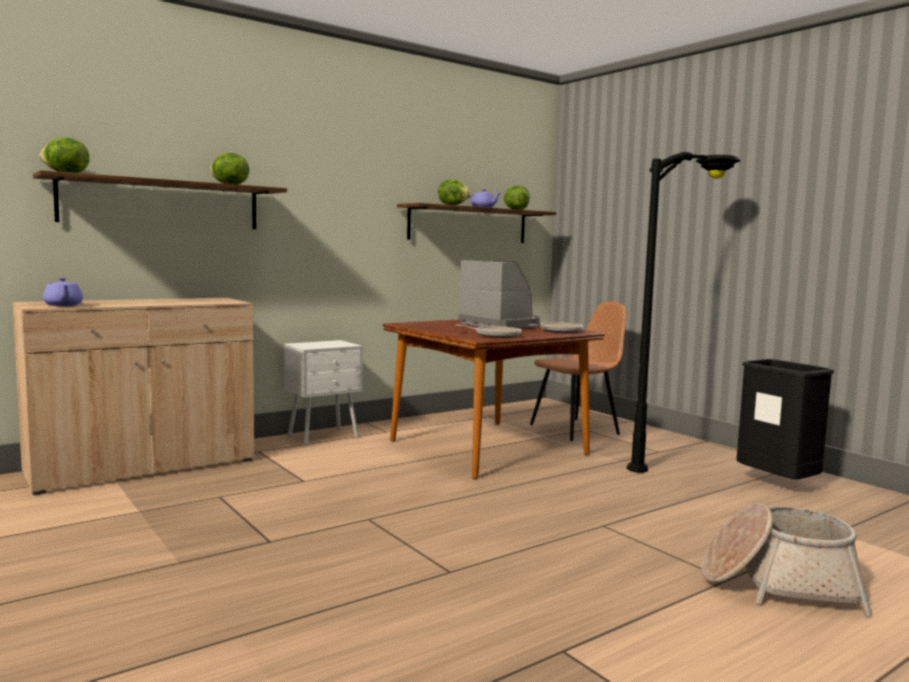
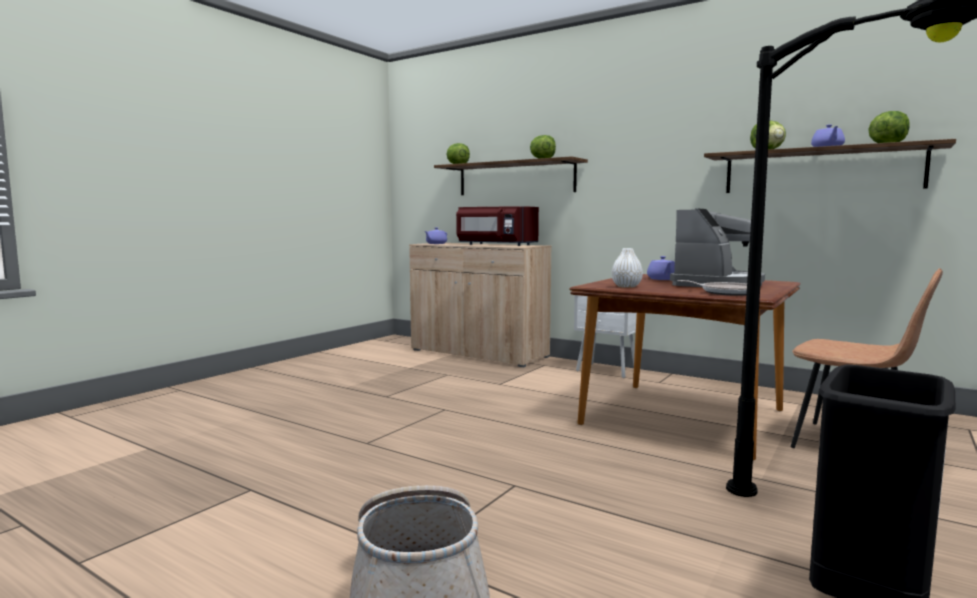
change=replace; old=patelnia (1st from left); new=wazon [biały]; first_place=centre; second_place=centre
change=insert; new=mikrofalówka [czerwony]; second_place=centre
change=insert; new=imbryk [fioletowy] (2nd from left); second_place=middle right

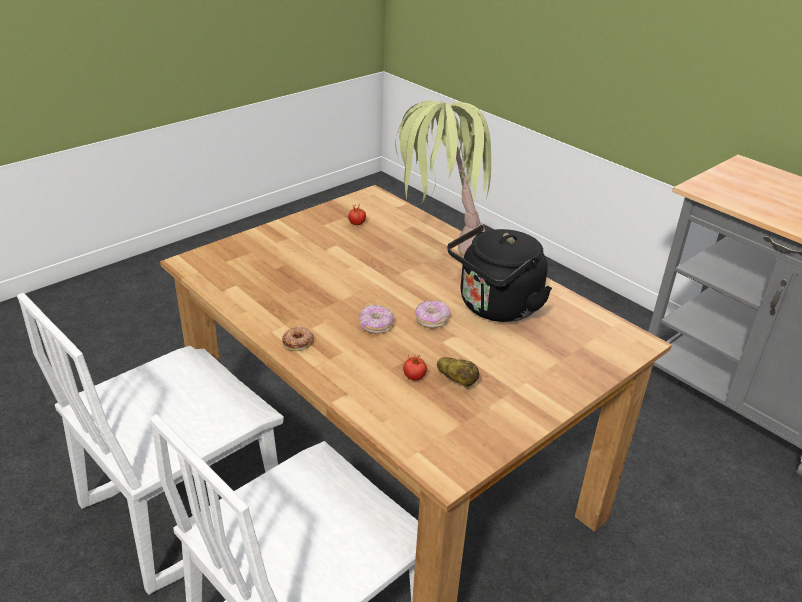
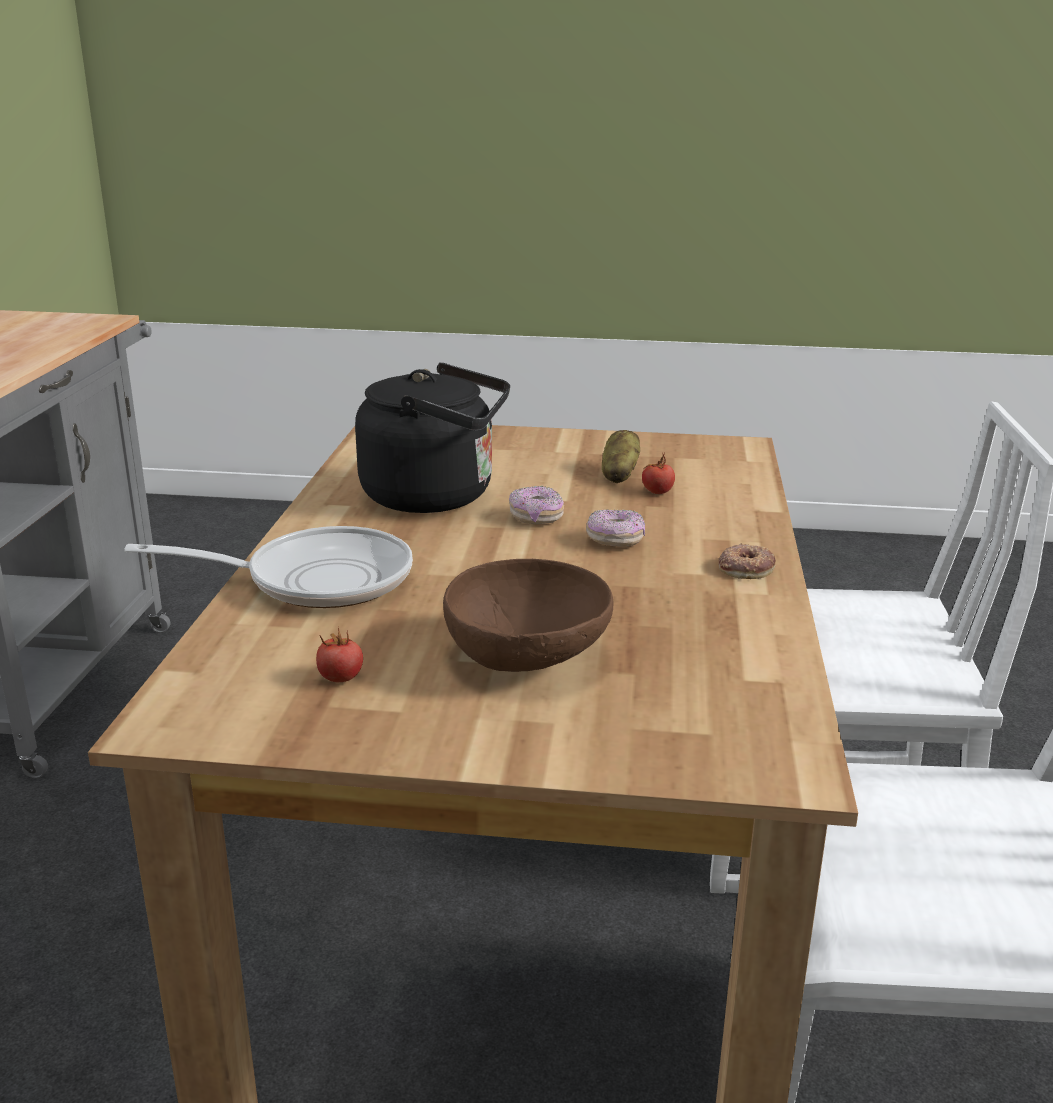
change=replace; old=roślina doniczkowa; new=patelnia; first_place=top centre; second_place=middle left
change=insert; new=miska [brązowy]; second_place=centre

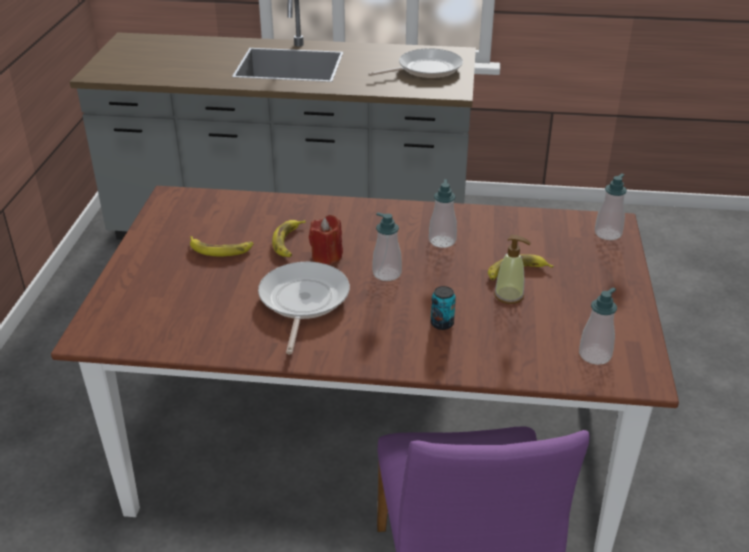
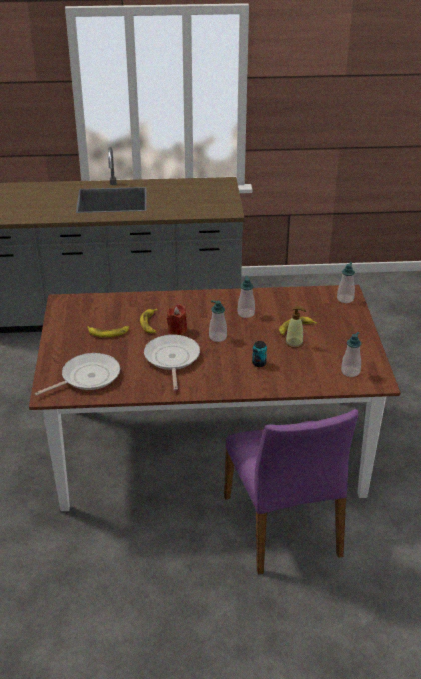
change=move; old=patelnia (2nd from left in the first image); new=patelnia (1st from left); first_place=top centre; second_place=middle left

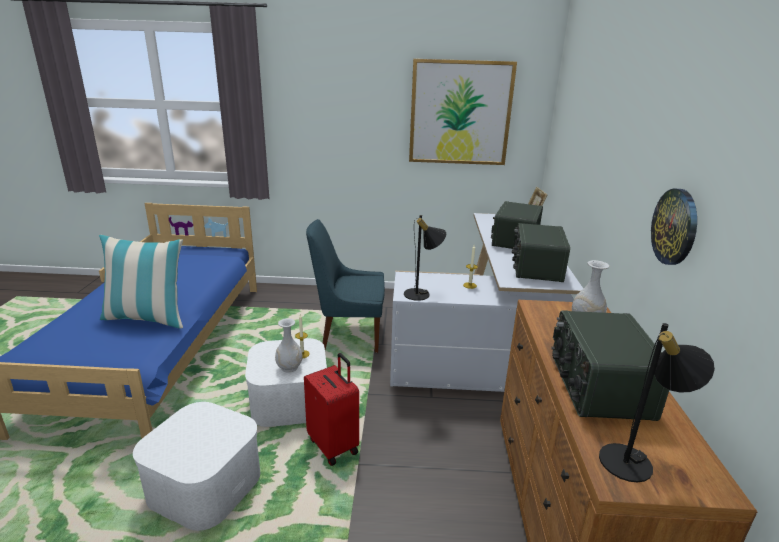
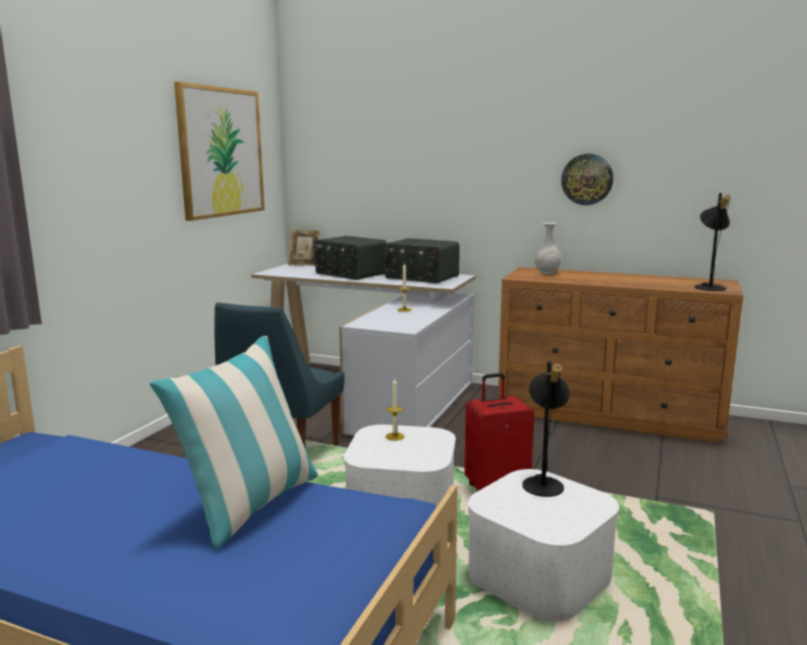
change=move; old=lampa stołowa [czarny] (1st from left); first_place=centre; second_place=middle right
change=delete; old=radio (3rd from left); first_place=bottom right
change=delete; old=wazon [biały] (1st from left); first_place=centre

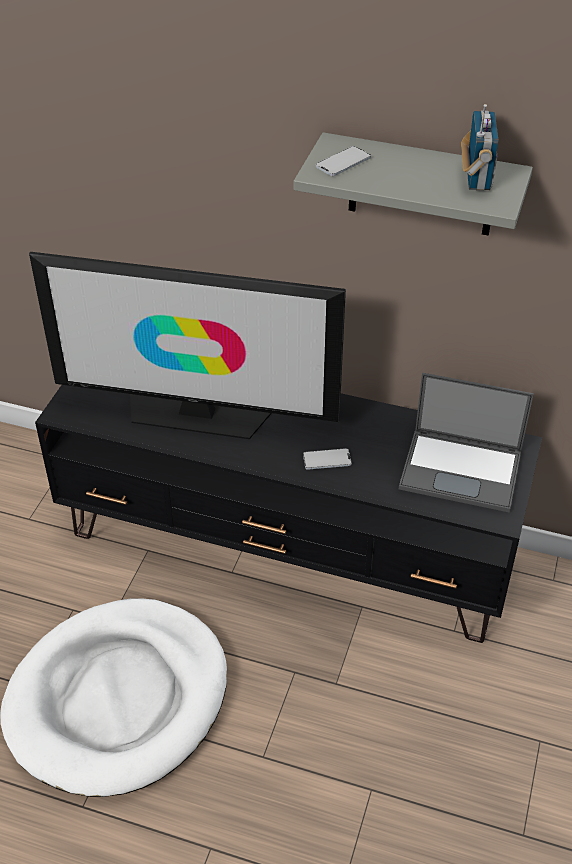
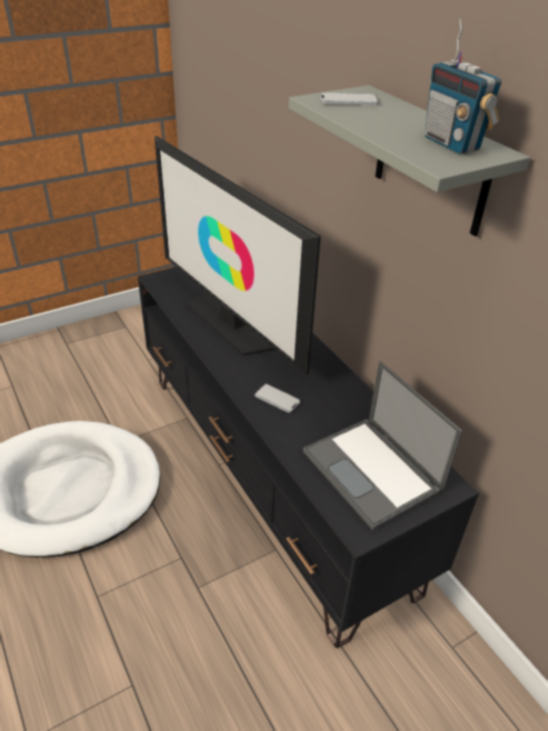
change=rotate; old=radio; first_place=top right; second_place=top right; degrees=105

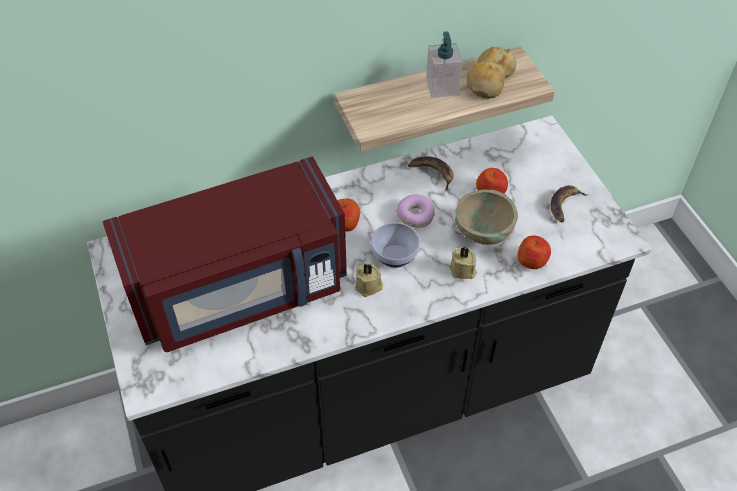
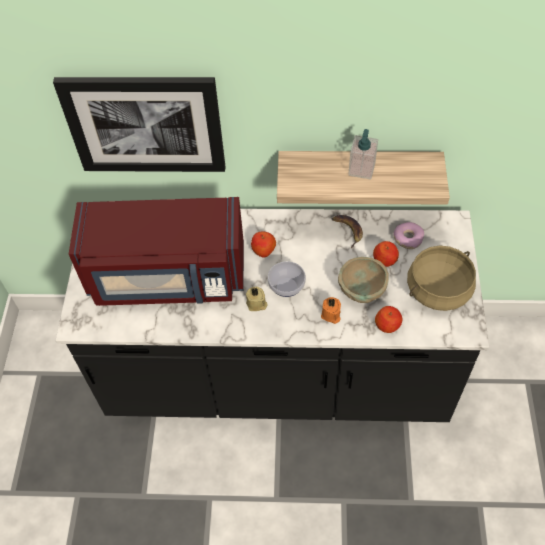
change=delete; old=chleb; first_place=top centre
change=replace; old=banan (2nd from left); new=garnek [beżowy]; first_place=middle right; second_place=middle right
change=move; old=donut; first_place=centre; second_place=middle right
change=recolor; old=świeca [beżowy] (2nd from left); new=świeca [pomarańczowy]; first_place=centre; second_place=centre
change=insert; new=obraz; second_place=top left

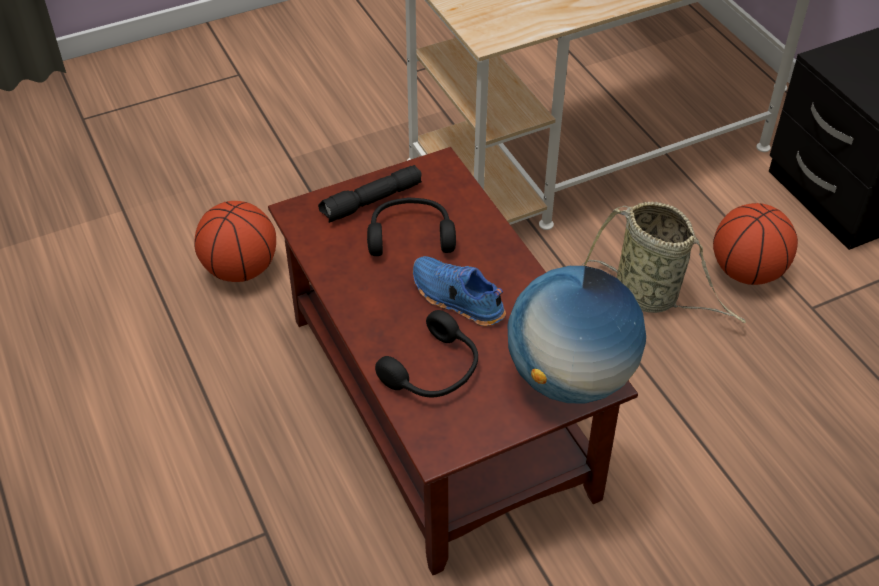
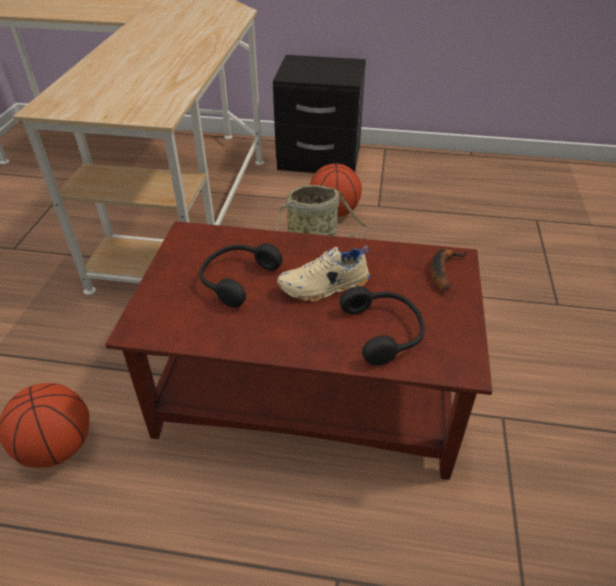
change=delete; old=latarka [czarny]; first_place=top centre
change=recolor; old=but [niebieski]; new=but [beżowy]; first_place=centre; second_place=centre
change=replace; old=globus; new=banan; first_place=centre; second_place=middle right

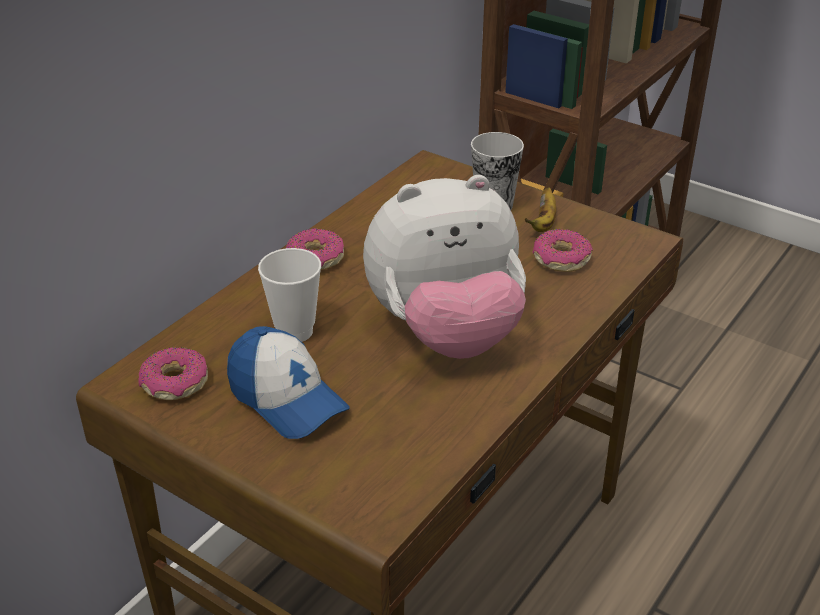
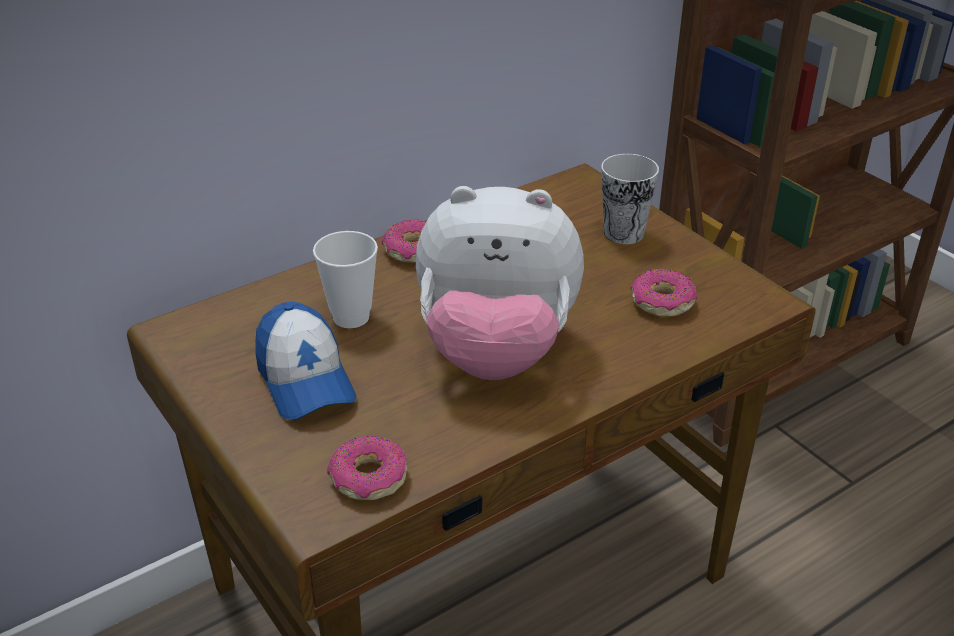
change=delete; old=banan; first_place=centre
change=move; old=donut (1st from left); first_place=middle left; second_place=bottom centre

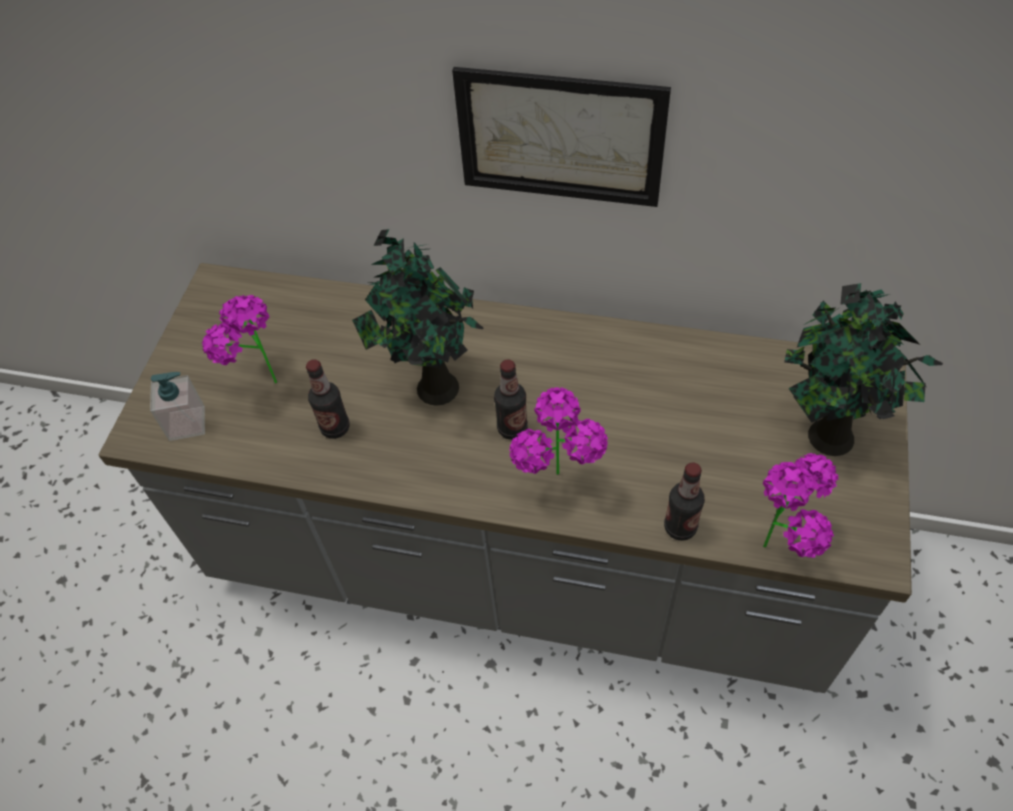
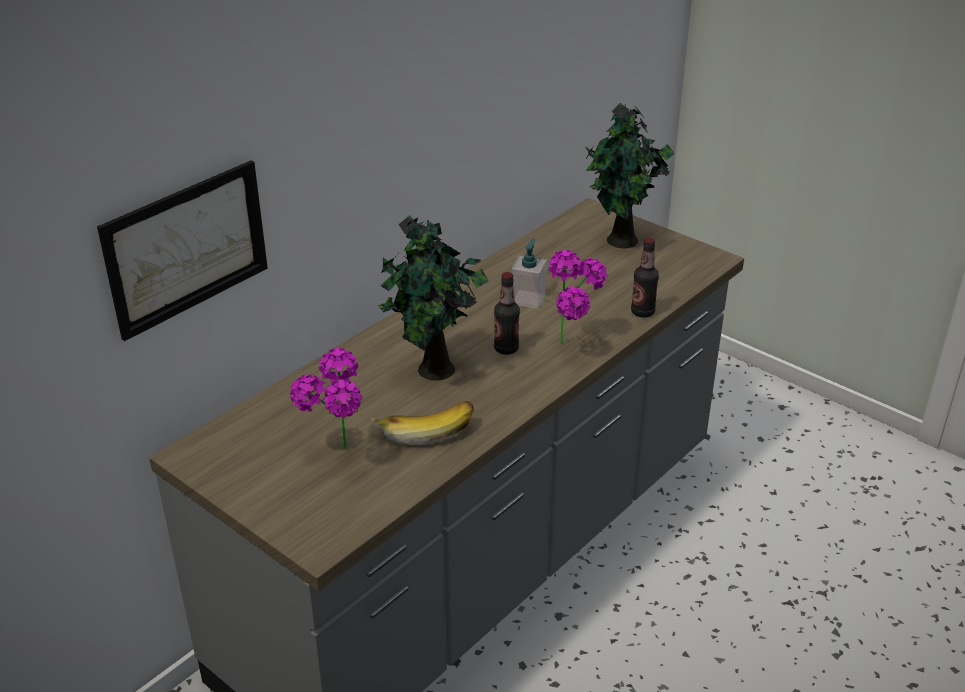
change=move; old=obraz; first_place=top centre; second_place=middle left
change=replace; old=butelka (1st from left); new=banan; first_place=middle left; second_place=centre
change=move; old=dozownik mydła; first_place=middle left; second_place=centre
change=delete; old=roślina doniczkowa (4th from left); first_place=middle right

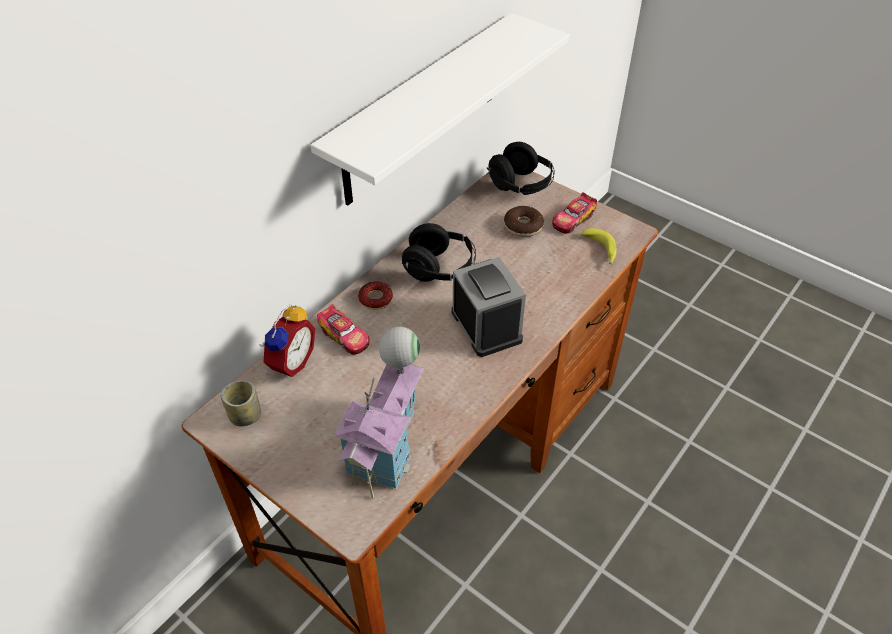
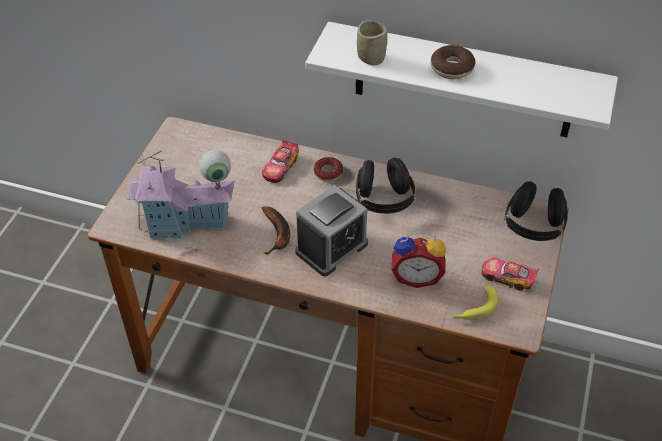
change=move; old=donut (2nd from left); first_place=centre; second_place=top right
change=move; old=budzik (1st from left in the first image); new=budzik (2nd from left); first_place=middle left; second_place=centre
change=move; old=filiżanka; first_place=middle left; second_place=top centre
change=insert; new=banan (1st from left); second_place=centre

